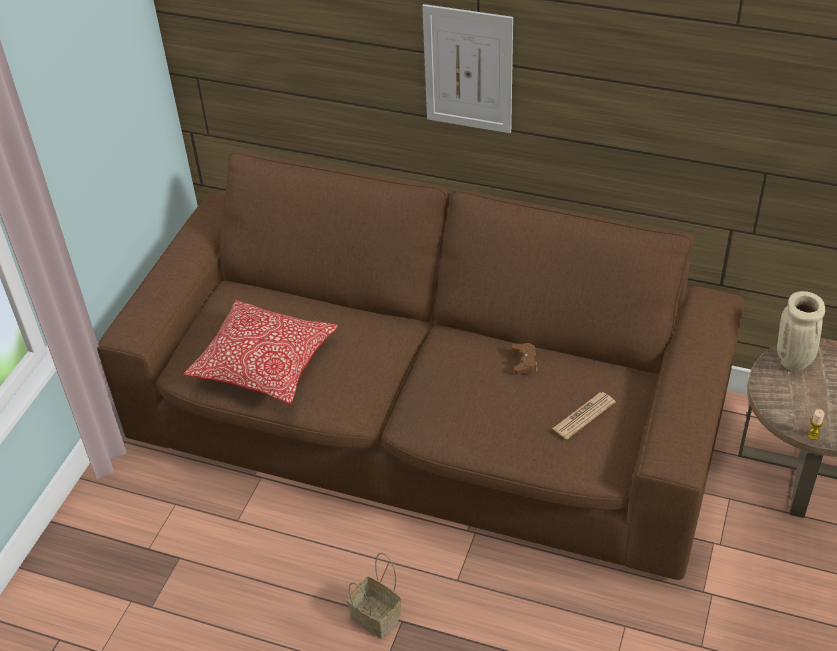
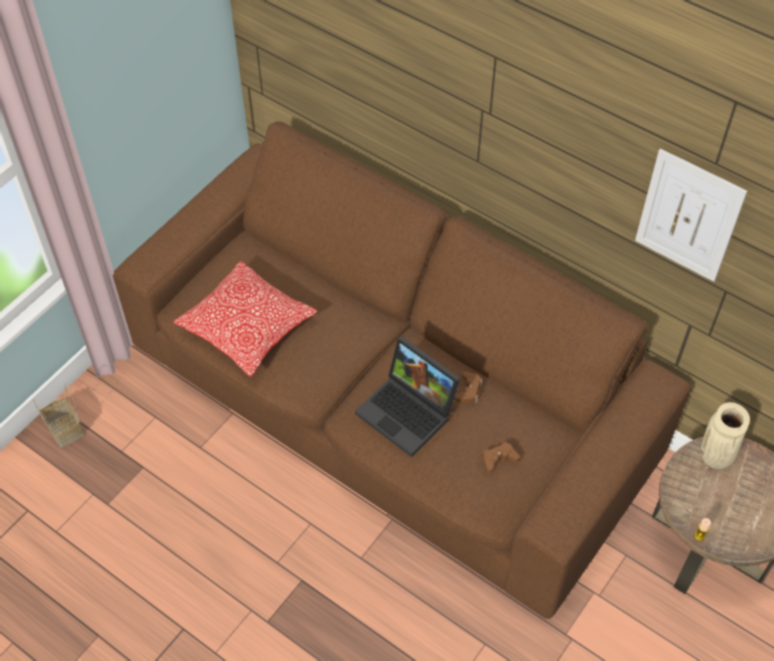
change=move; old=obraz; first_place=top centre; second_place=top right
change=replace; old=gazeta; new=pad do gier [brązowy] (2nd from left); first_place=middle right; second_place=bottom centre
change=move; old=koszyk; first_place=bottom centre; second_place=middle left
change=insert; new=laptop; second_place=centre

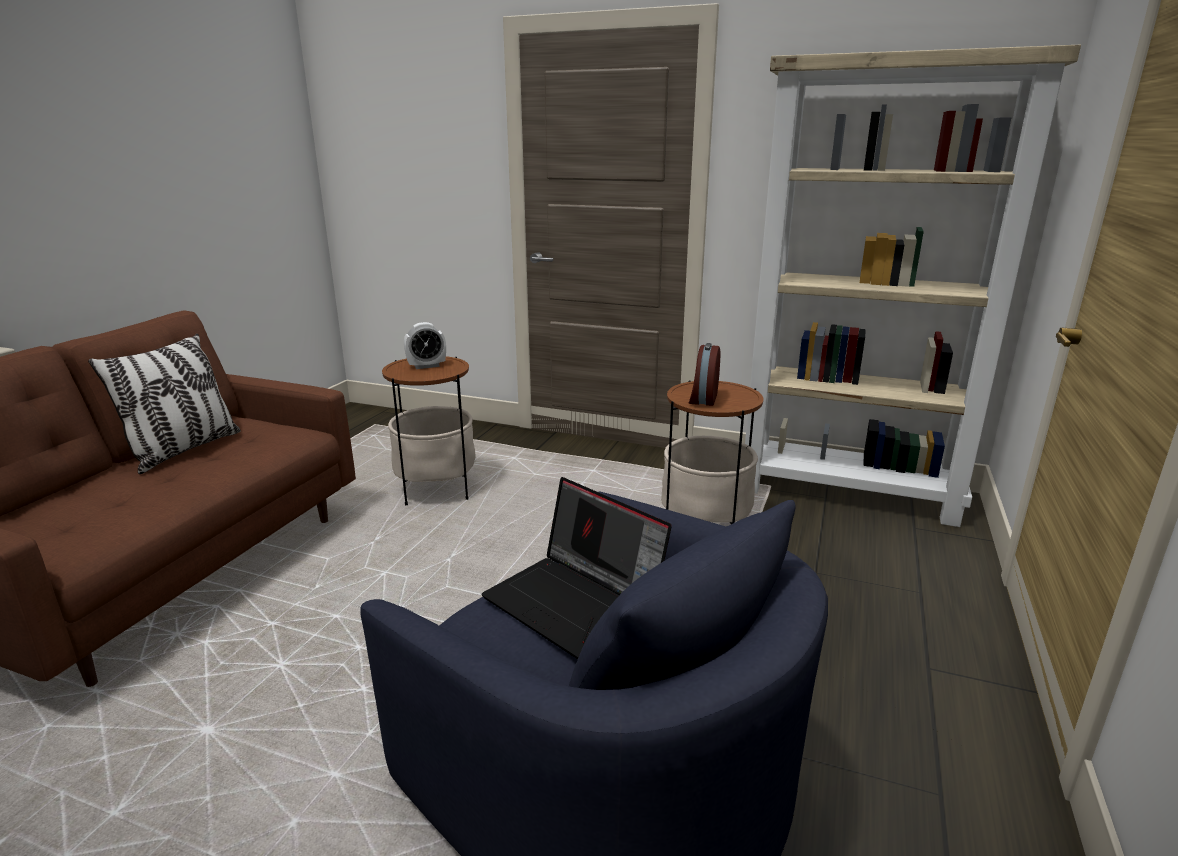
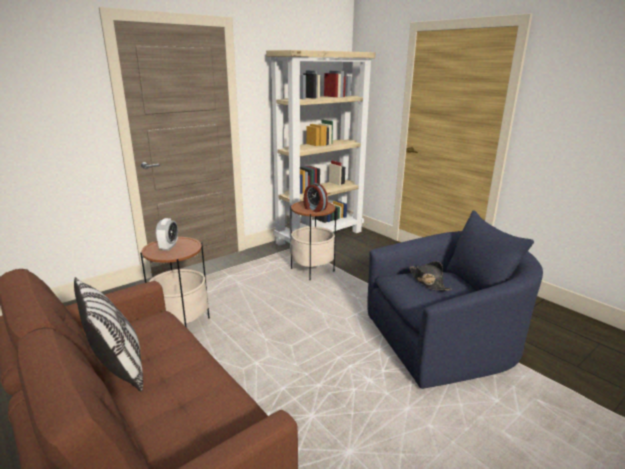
change=replace; old=laptop; new=kapelusz [czarny]; first_place=centre; second_place=middle right

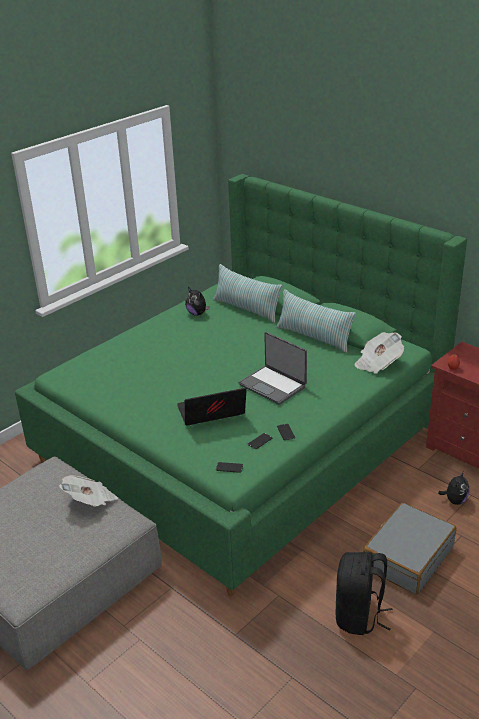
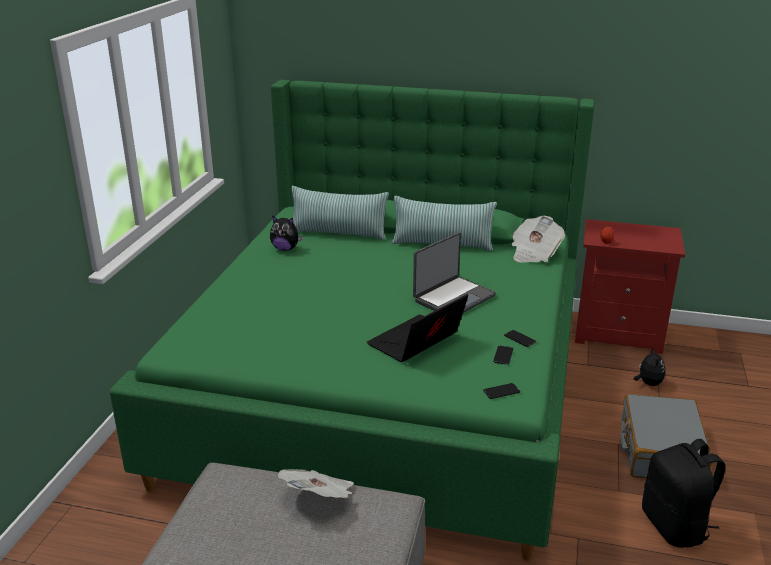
change=rotate; old=laptop (2nd from left); first_place=centre; second_place=centre; degrees=-60

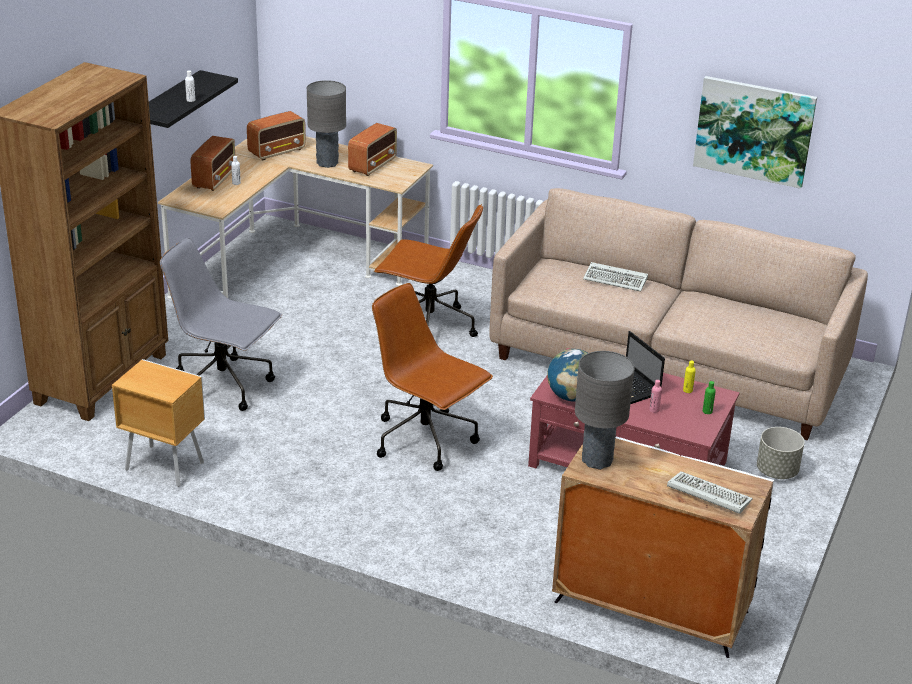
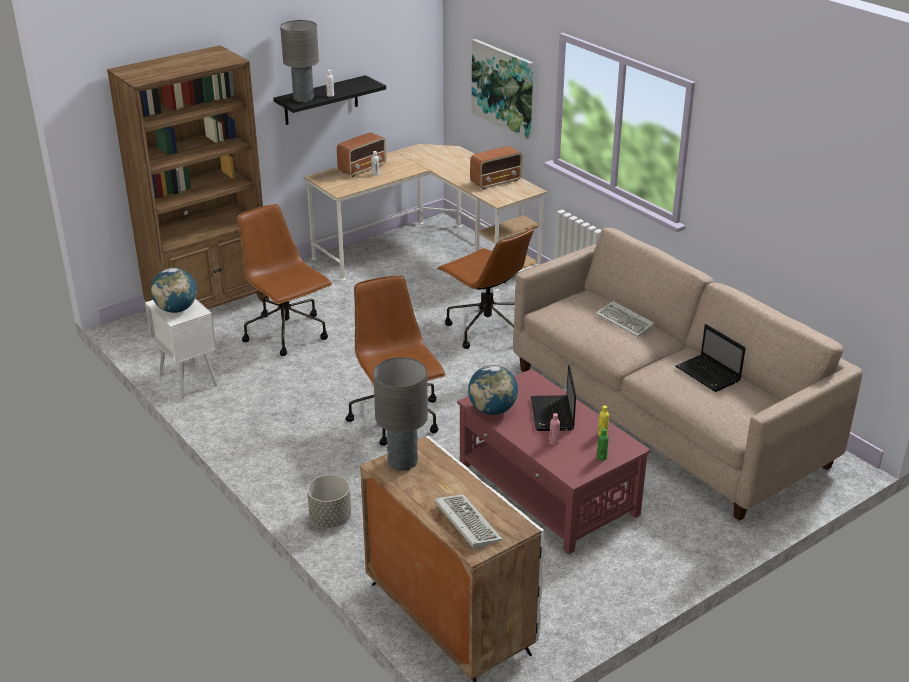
change=move; old=obraz; first_place=top right; second_place=top centre
change=move; old=lampa stołowa [szary] (1st from left); first_place=top centre; second_place=top left
change=delete; old=radio (2nd from left); first_place=top left
change=recolor; old=krzesło biurowe [szary]; new=krzesło biurowe [brązowy] (1st from left); first_place=middle left; second_place=middle left
change=recolor; old=szafka nocna [brązowy]; new=szafka nocna [biały]; first_place=middle left; second_place=middle left
change=move; old=donica [szary]; first_place=middle right; second_place=bottom centre
change=insert; new=globus (1st from left); second_place=middle left
change=insert; new=laptop (2nd from left); second_place=middle right

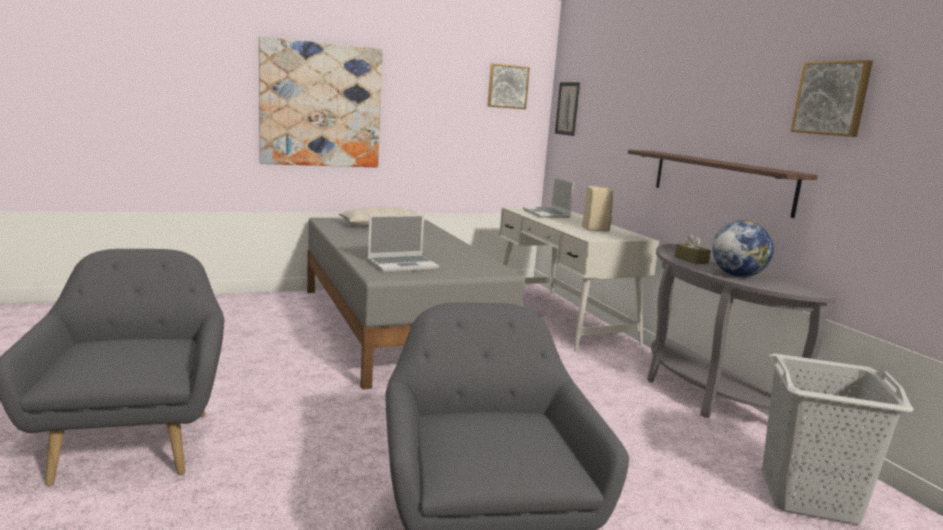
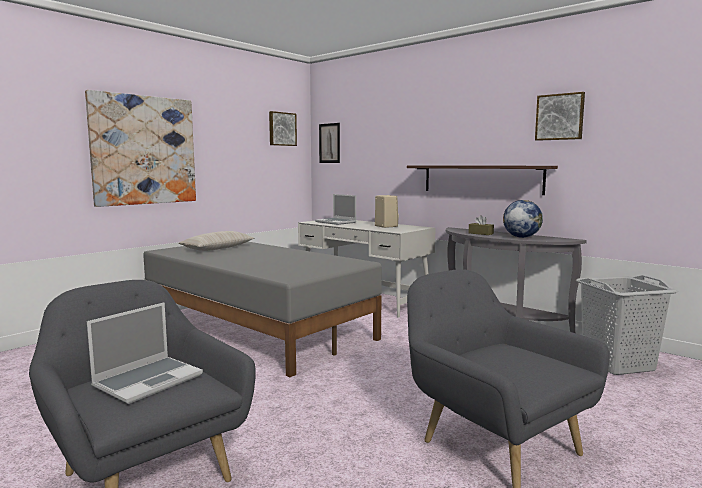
change=move; old=laptop (1st from left); first_place=centre; second_place=bottom left

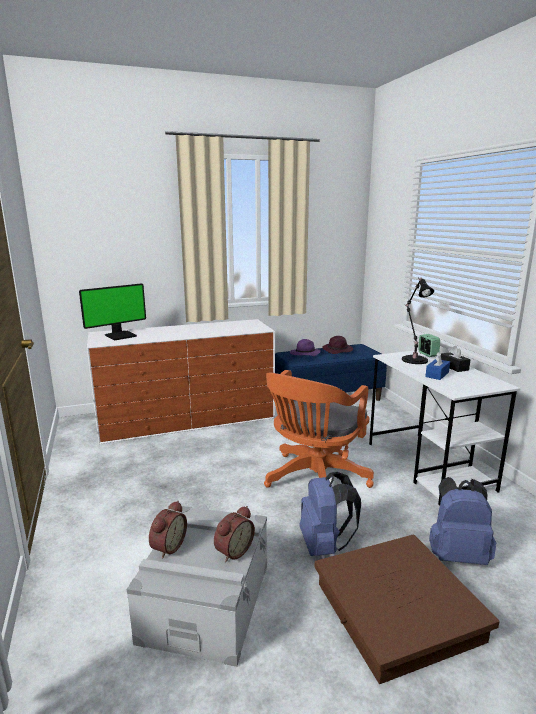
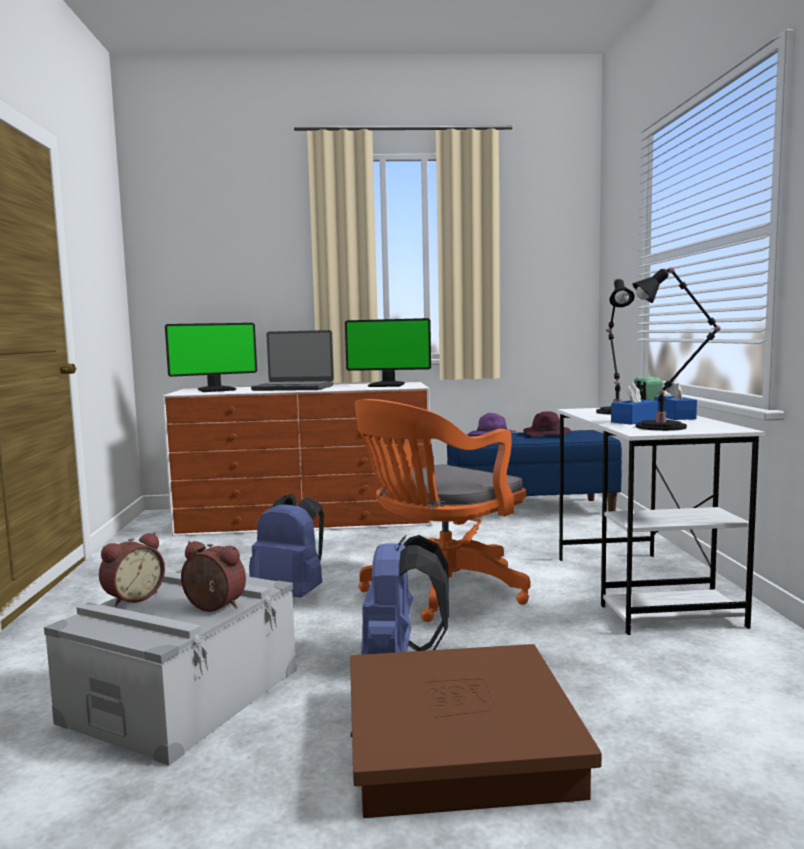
change=recolor; old=pudełko chusteczek [czarny]; new=pudełko chusteczek [niebieski] (2nd from left); first_place=middle right; second_place=middle right
change=move; old=plecak [niebieski] (2nd from left in the first image); new=plecak [niebieski] (1st from left); first_place=bottom right; second_place=centre
change=rotate; old=budzik (2nd from left); first_place=bottom centre; second_place=bottom left; degrees=-120
change=insert; new=lampa stołowa [czarny] (2nd from left); second_place=middle right
change=insert; new=monitor (2nd from left); second_place=centre
change=insert; new=laptop; second_place=centre

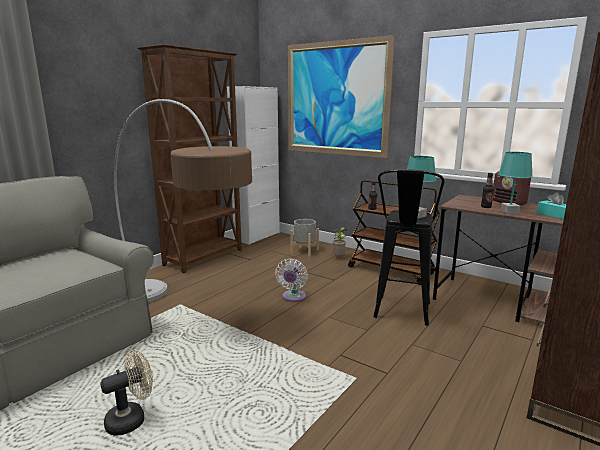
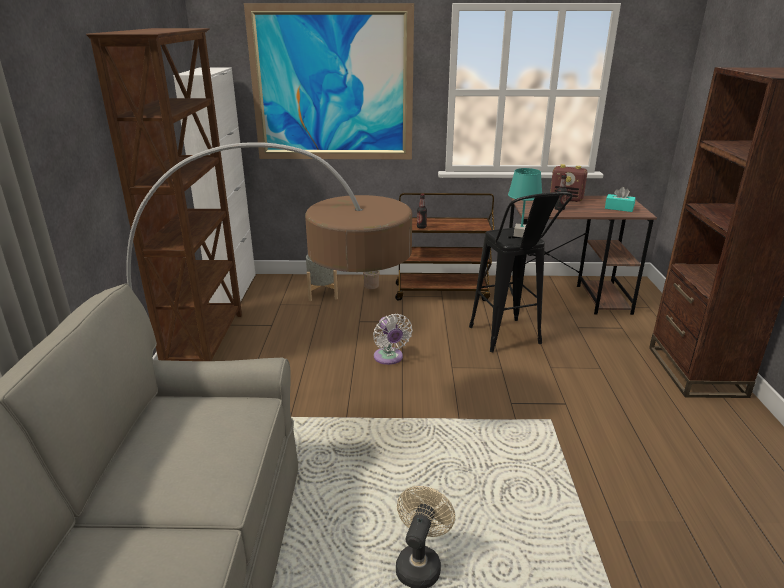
change=delete; old=lampa stołowa [turkusowy] (2nd from left); first_place=middle right

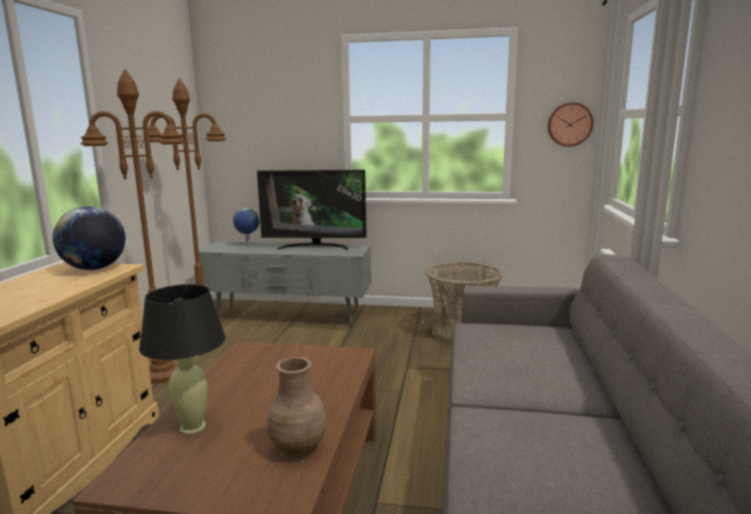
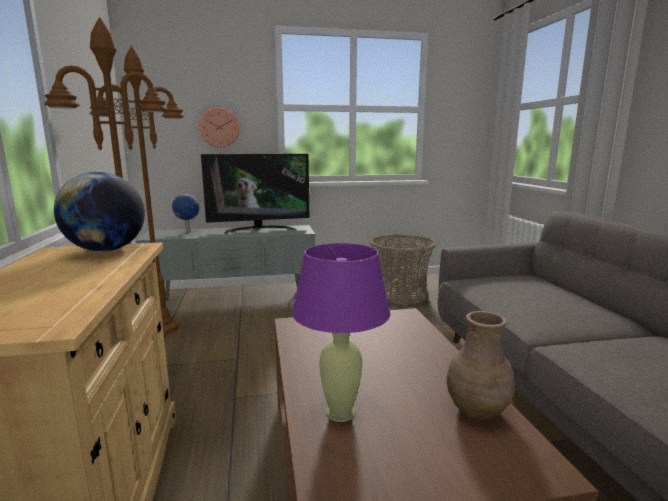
change=move; old=zegar ścienny; first_place=top right; second_place=top left
change=recolor; old=lampa stołowa [czarny]; new=lampa stołowa [fioletowy]; first_place=bottom left; second_place=centre

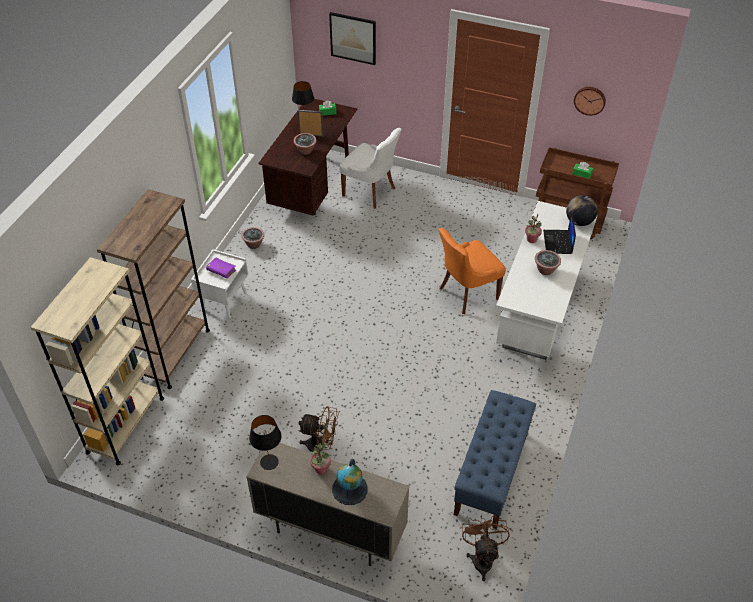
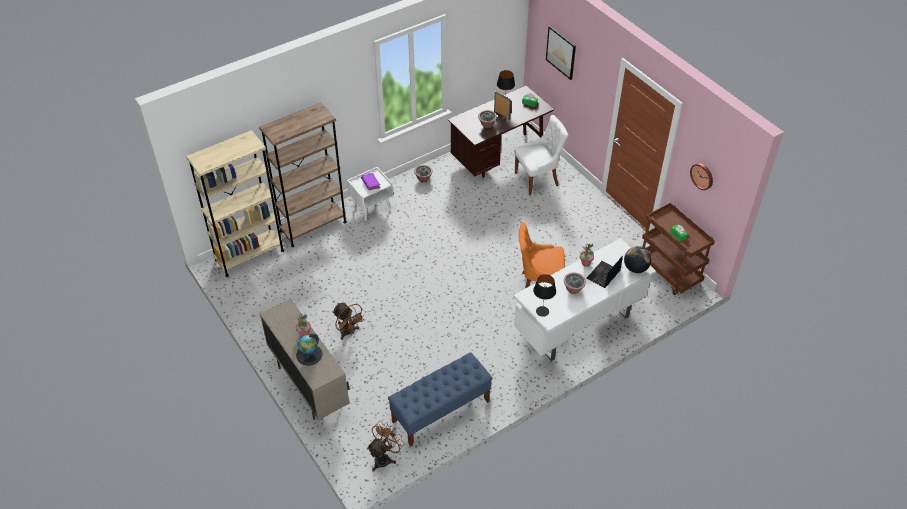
change=rotate; old=krzesło [biały]; first_place=top centre; second_place=top centre; degrees=-90
change=move; old=lampa stołowa [czarny] (1st from left in the first image); new=lampa stołowa [czarny] (2nd from left); first_place=bottom centre; second_place=centre

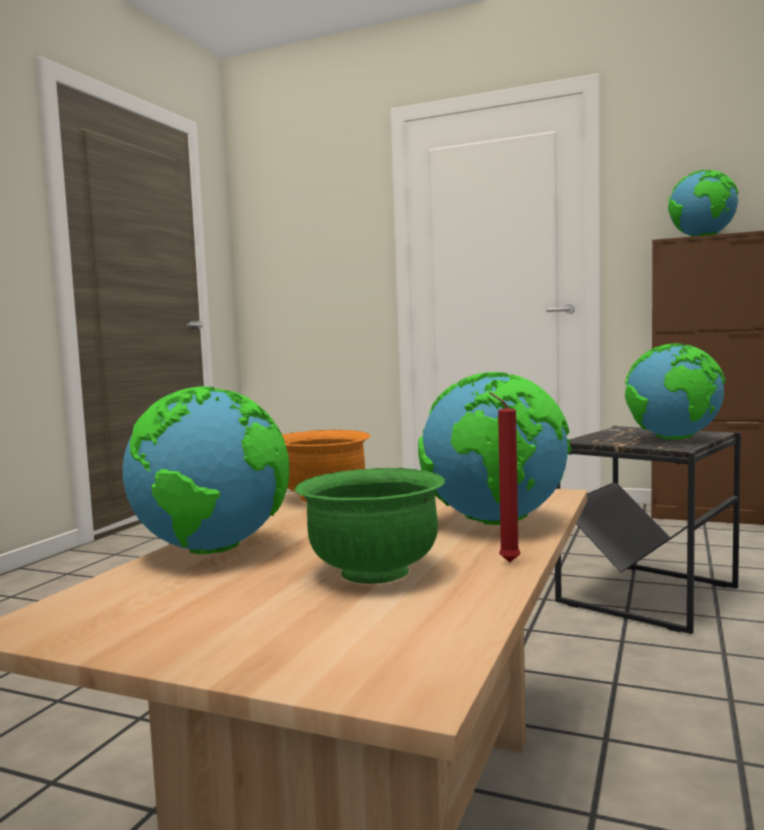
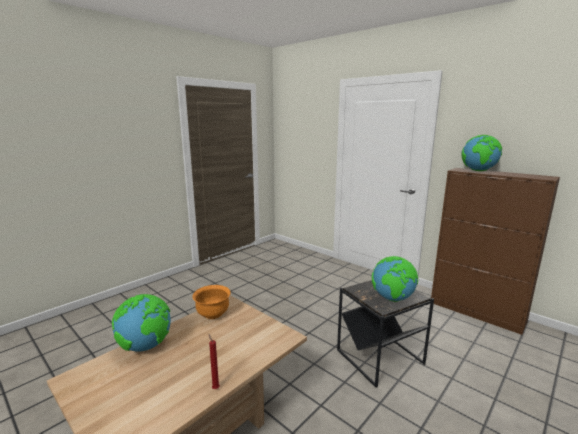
change=delete; old=globus (2nd from left); first_place=centre
change=delete; old=miska [zielony]; first_place=centre

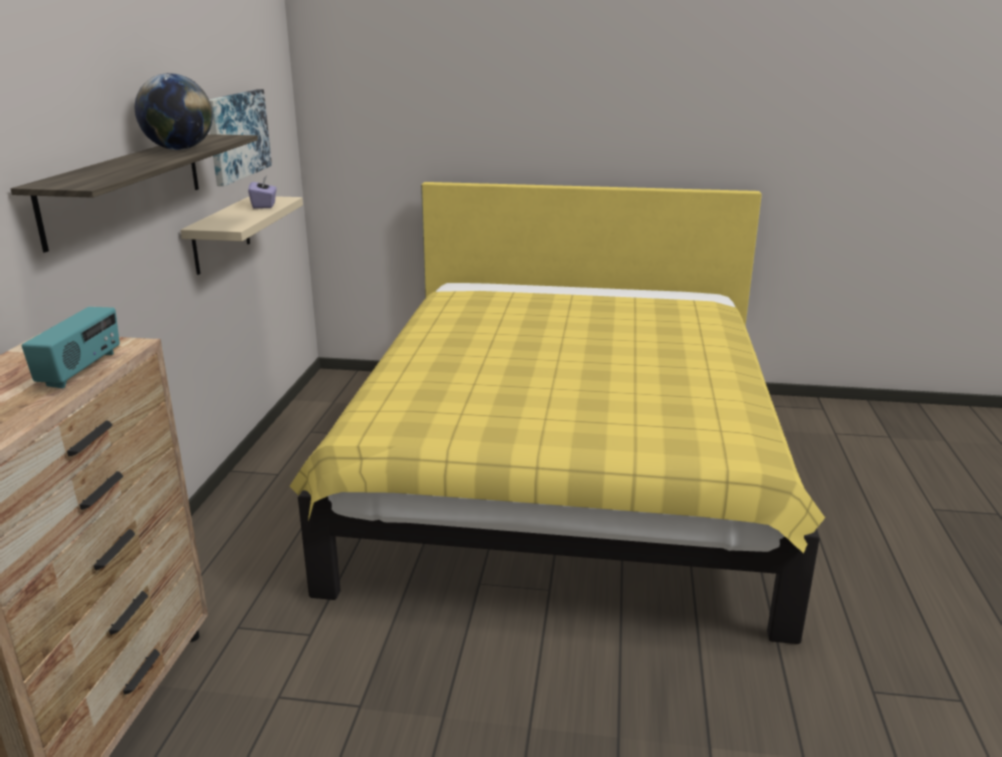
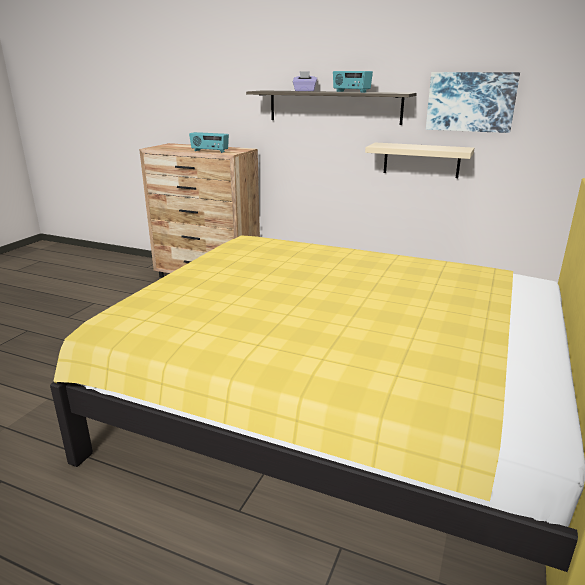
change=replace; old=globus; new=radio (2nd from left); first_place=top left; second_place=top centre
change=move; old=pudełko chusteczek [fioletowy]; first_place=top left; second_place=top centre

